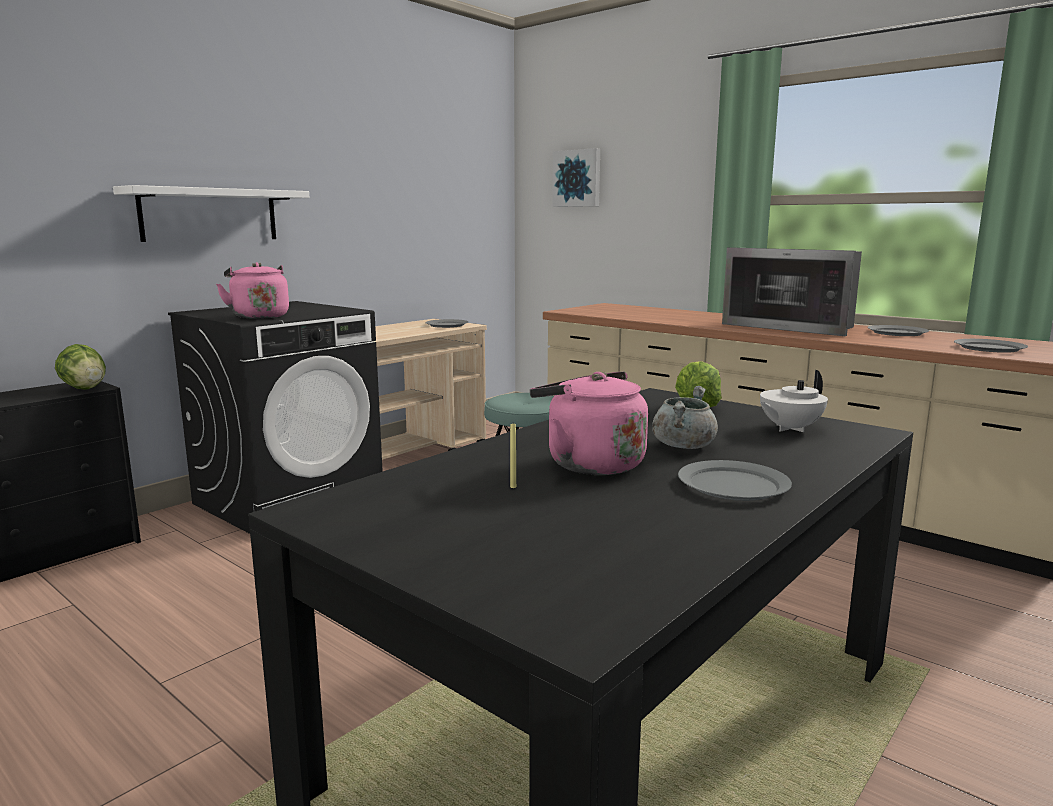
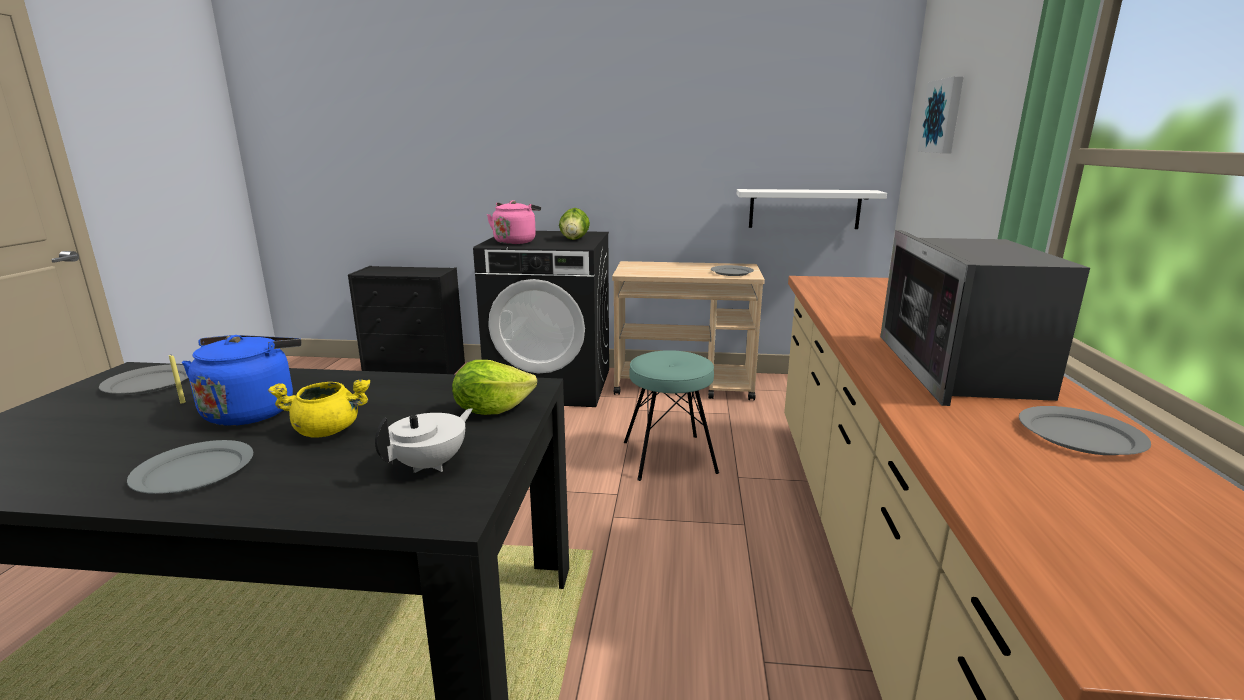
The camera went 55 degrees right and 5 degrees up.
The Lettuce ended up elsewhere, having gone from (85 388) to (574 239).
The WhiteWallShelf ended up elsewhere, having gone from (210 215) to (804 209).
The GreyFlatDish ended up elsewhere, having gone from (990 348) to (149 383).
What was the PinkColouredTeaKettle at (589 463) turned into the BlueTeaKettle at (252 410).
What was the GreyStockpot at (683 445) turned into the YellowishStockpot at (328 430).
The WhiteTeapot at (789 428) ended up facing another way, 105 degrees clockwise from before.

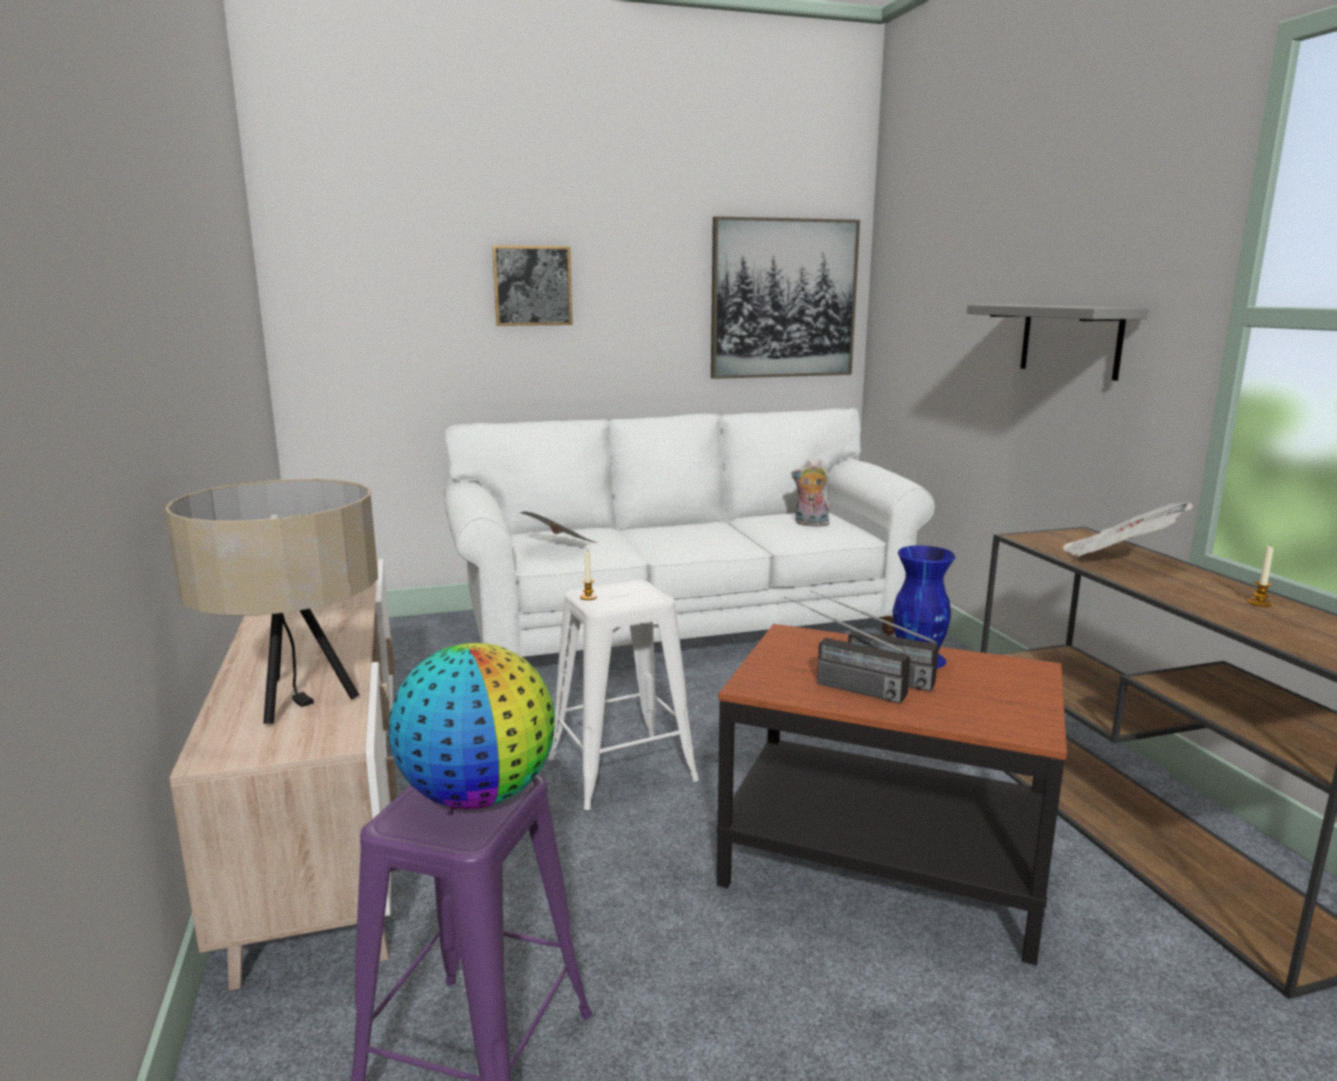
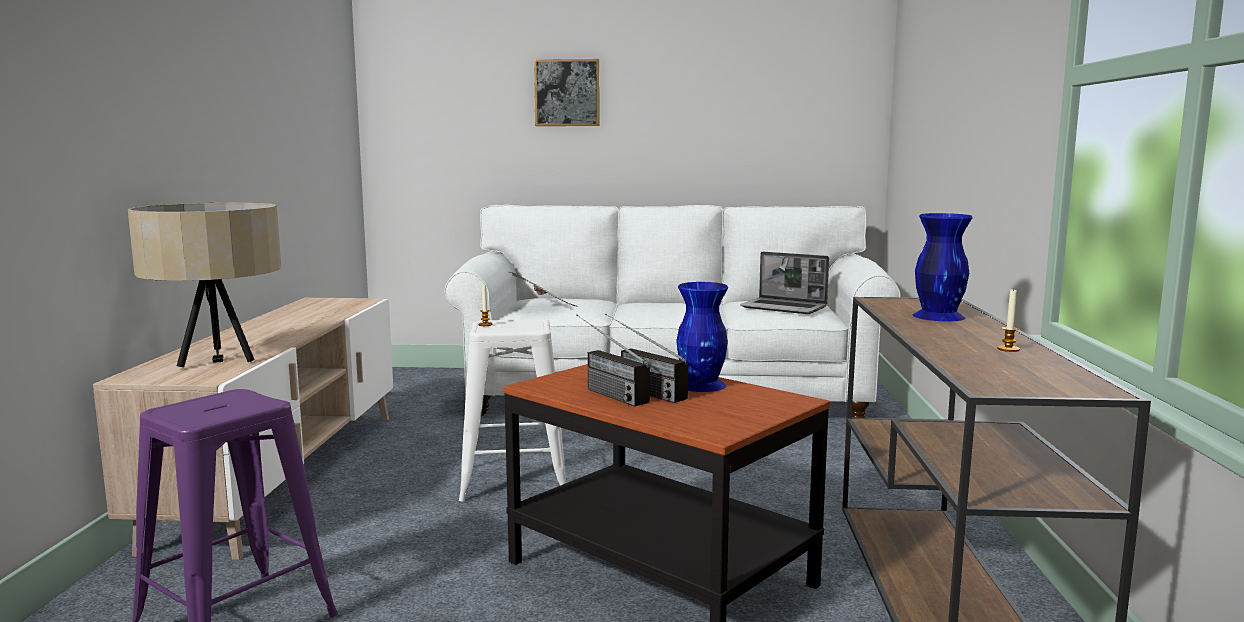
The camera went 20 degrees right and 5 degrees down.
The second view lost the DeskGlobe at (478 795).
The second view lost the Picture at (783 299).
The second view lost the GreyWallShelf at (1070 340).
Where the SoftToy stood at (810 524), the NotebookComputer came to stand at (785 308).
Where the DailyPaper stood at (1118 558), the BlueDecorativeVase came to stand at (937 316).

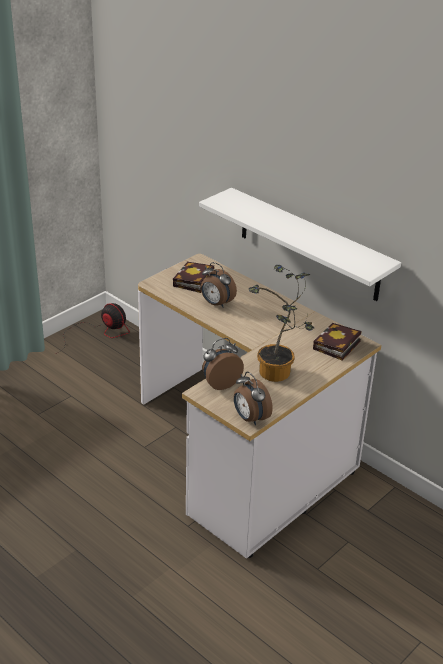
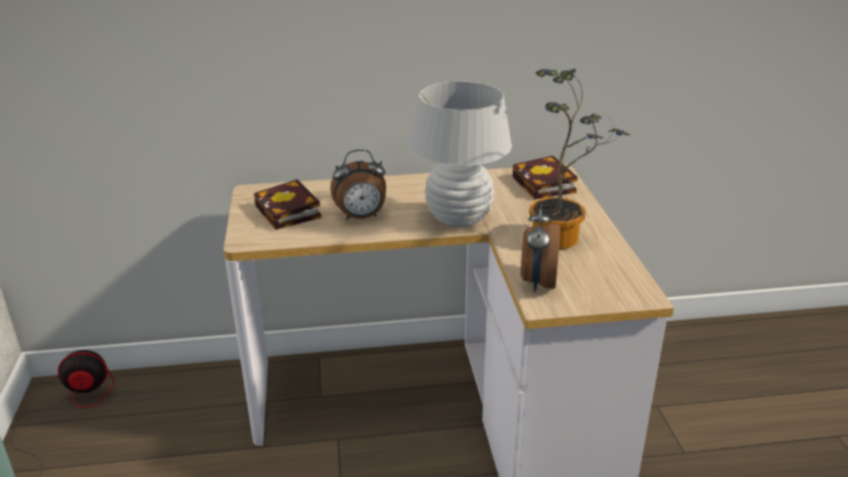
The camera went 50 degrees left and 5 degrees down.
The second view lost the WhiteWallShelf at (309 244).
The second view lost the AlarmClock at (250 418).
The second view gained the WhiteTableLamp at (459 219).

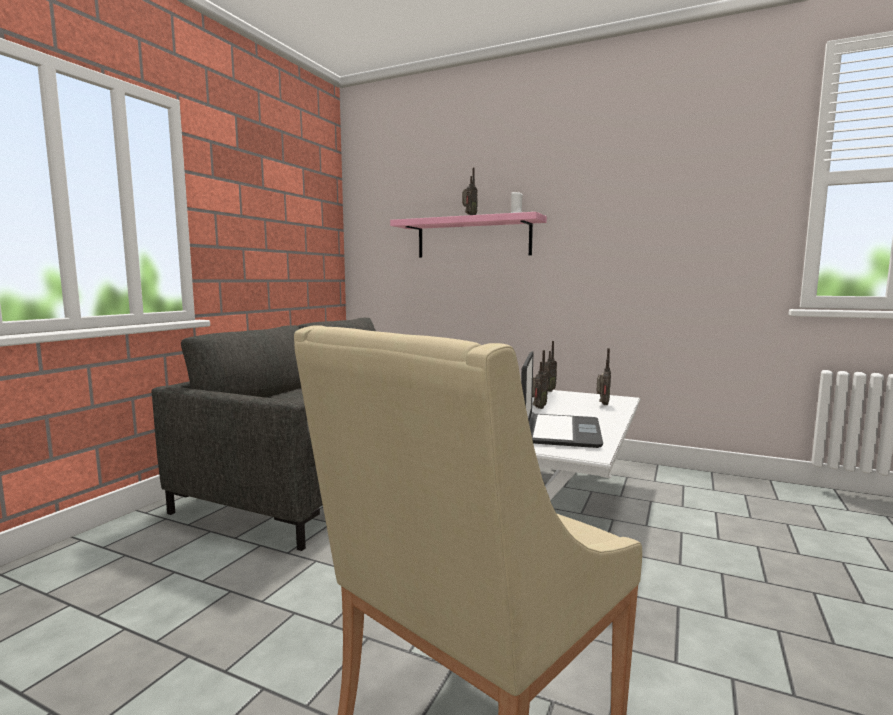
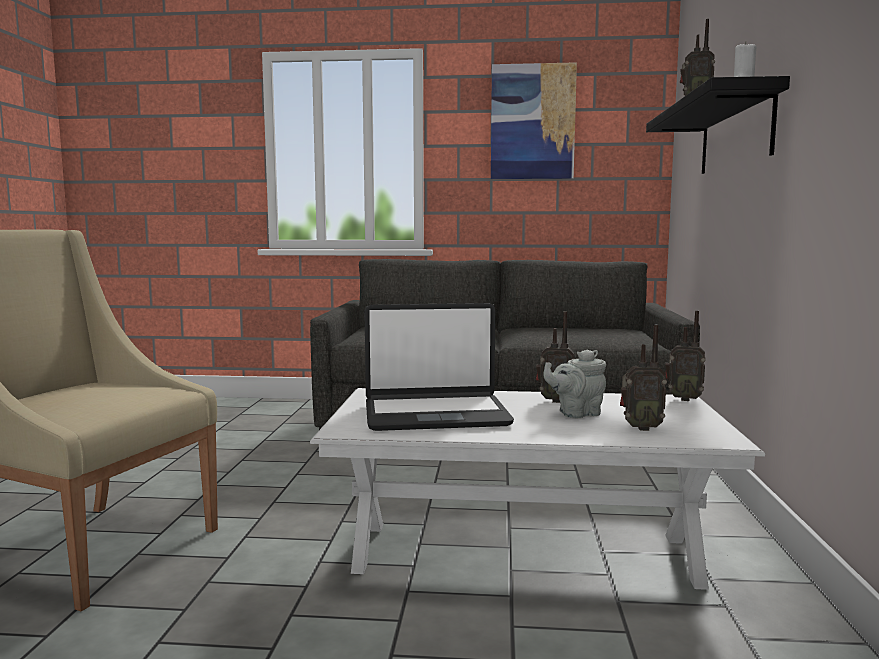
The camera went 70 degrees right and 0 degrees up.
The second view gained the Picture at (532 122).
The second view gained the GreyTeapot at (576 413).
What was the PinkColouredWallShelf at (473 238) turned into the BlackWallShelf at (735 134).

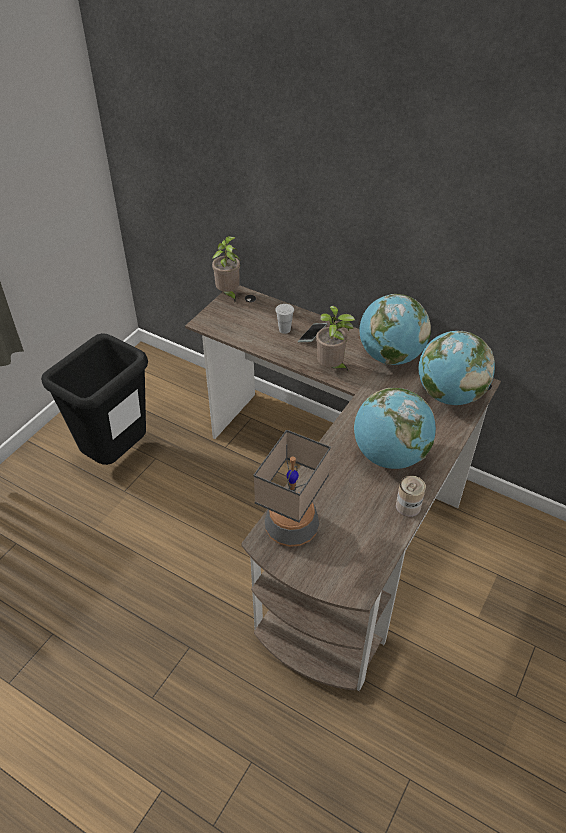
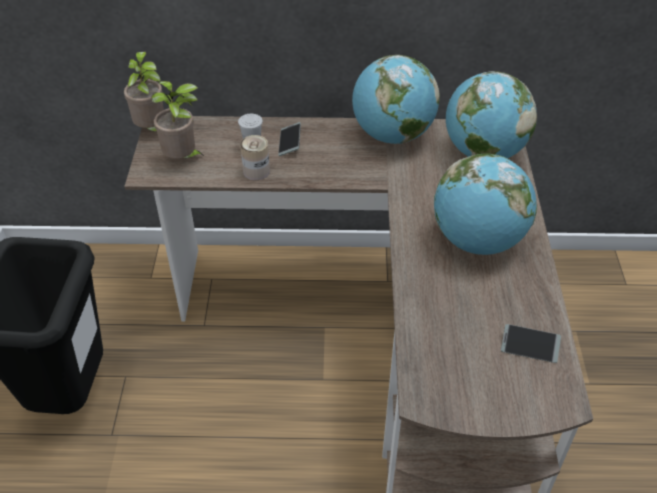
The camera went 30 degrees left and 0 degrees up.
The second view lost the TableLamp at (292 527).
The second view gained the Telephone at (529 347).
The PottedPlant ended up elsewhere, having gone from (331 368) to (183 159).
The Can ended up elsewhere, having gone from (408 506) to (256 171).

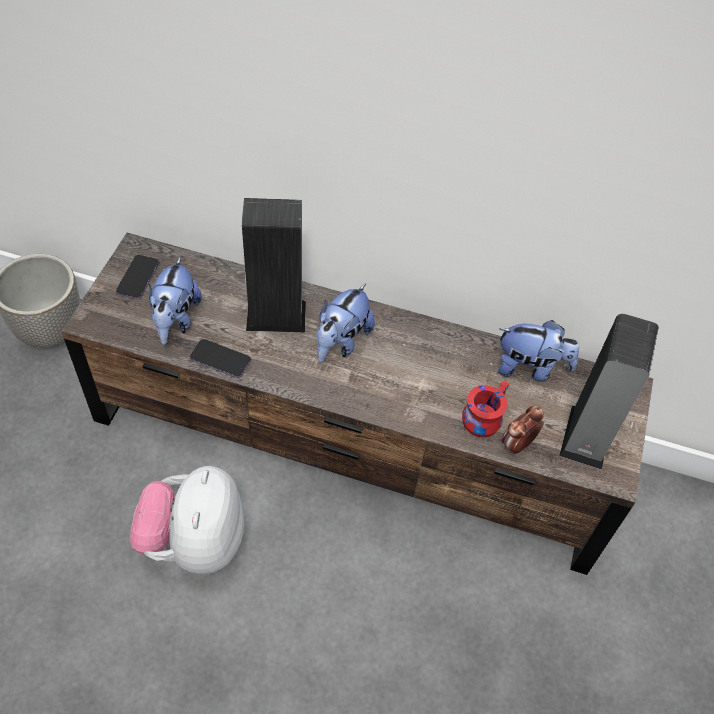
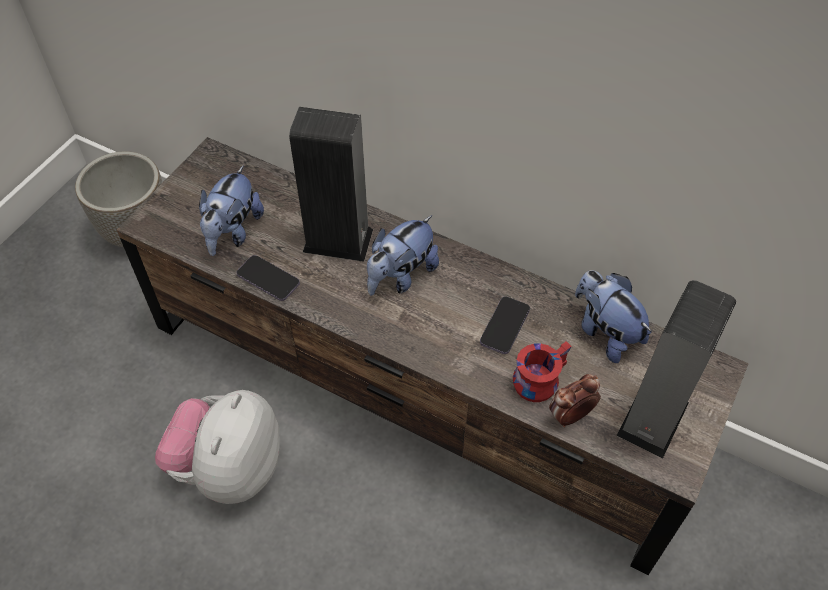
The camera went 15 degrees right and 0 degrees up.
The Telephone ended up elsewhere, having gone from (138 278) to (504 326).
The SoftToy at (530 368) ended up facing another way, 150 degrees counterclockwise from before.

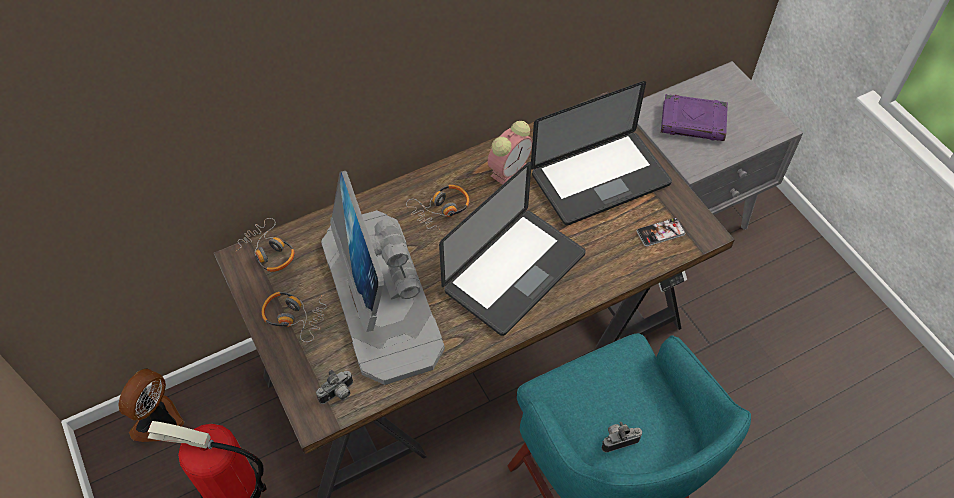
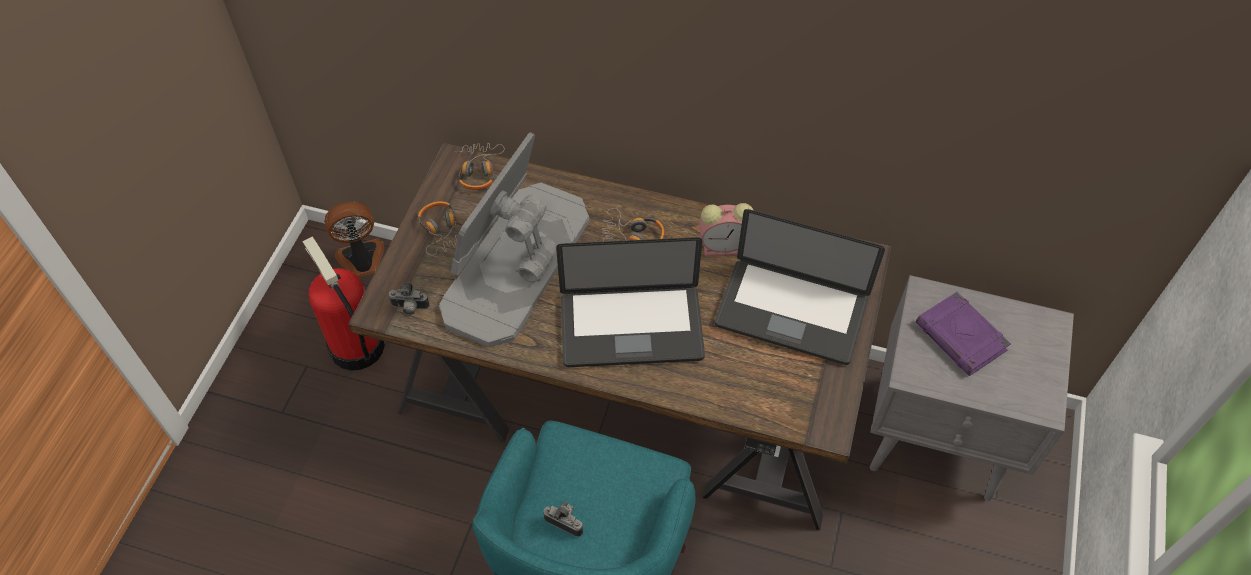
The camera went 45 degrees right and 0 degrees up.
The second view lost the Telephone at (660 232).

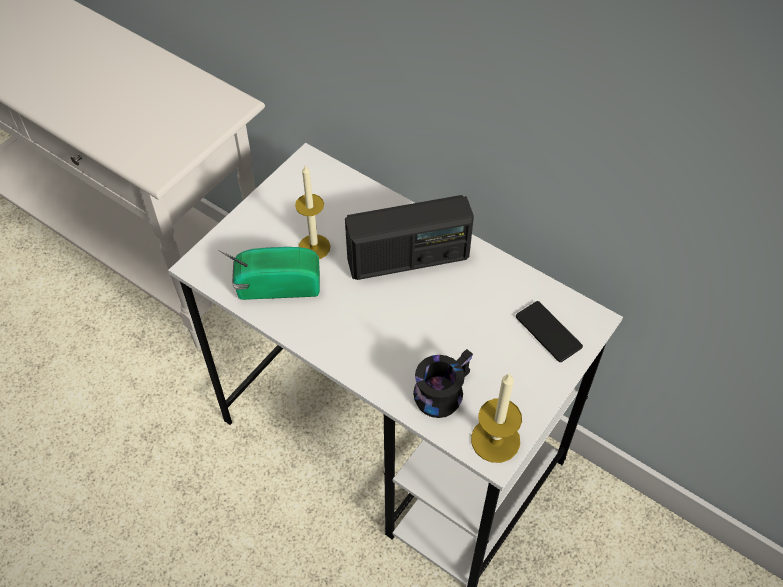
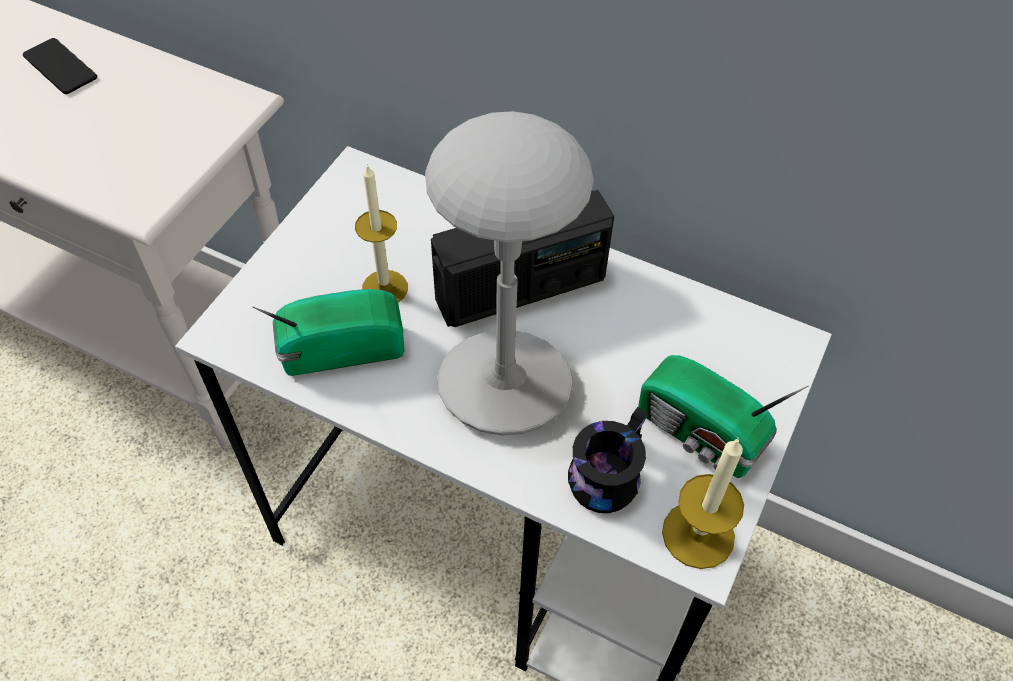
The camera went 10 degrees left and 0 degrees up.
The second view gained the GreyTableLamp at (504 387).
The second view gained the Radio at (701 435).
The Telephone ended up elsewhere, having gone from (548 332) to (60 67).

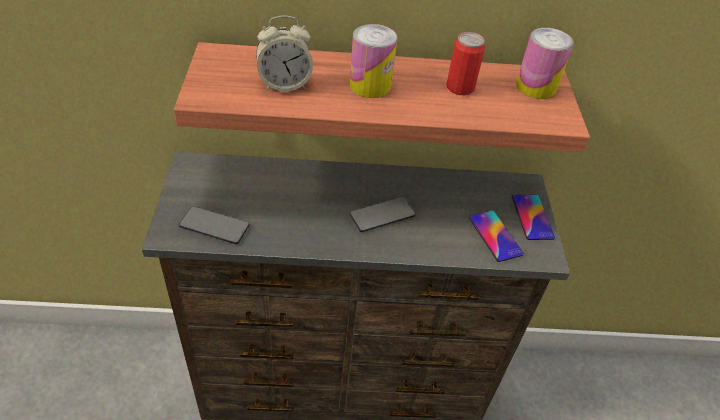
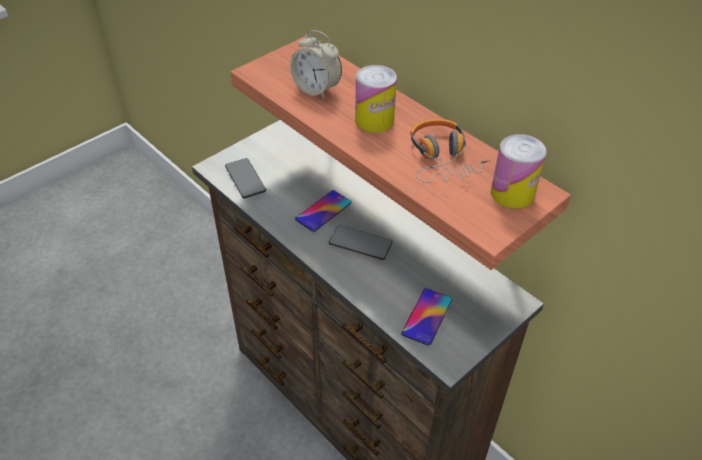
The camera went 50 degrees right and 0 degrees up.
The Telephone ended up elsewhere, having gone from (532 217) to (323 211).
Where the Can stood at (460 87), the Headphones came to stand at (442 158).

